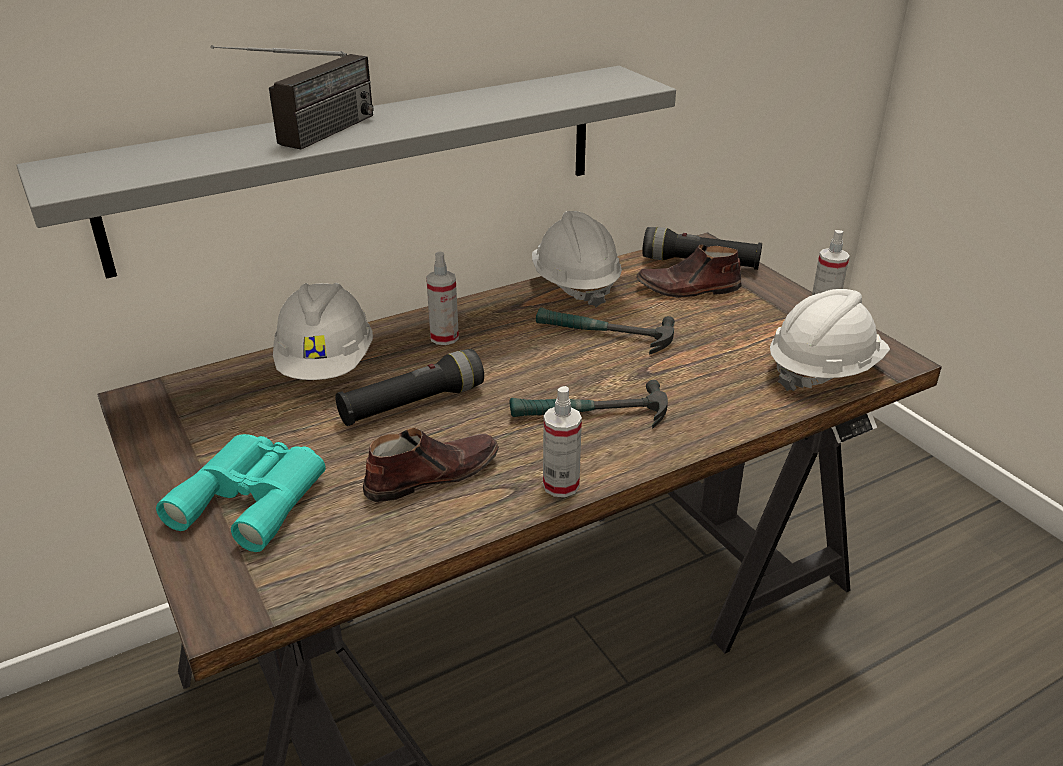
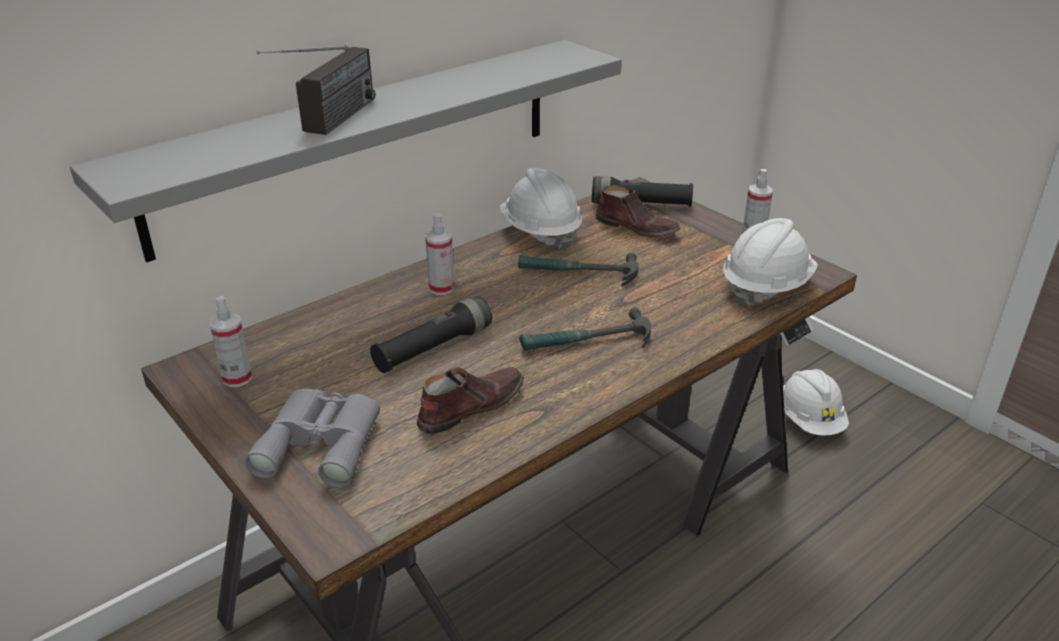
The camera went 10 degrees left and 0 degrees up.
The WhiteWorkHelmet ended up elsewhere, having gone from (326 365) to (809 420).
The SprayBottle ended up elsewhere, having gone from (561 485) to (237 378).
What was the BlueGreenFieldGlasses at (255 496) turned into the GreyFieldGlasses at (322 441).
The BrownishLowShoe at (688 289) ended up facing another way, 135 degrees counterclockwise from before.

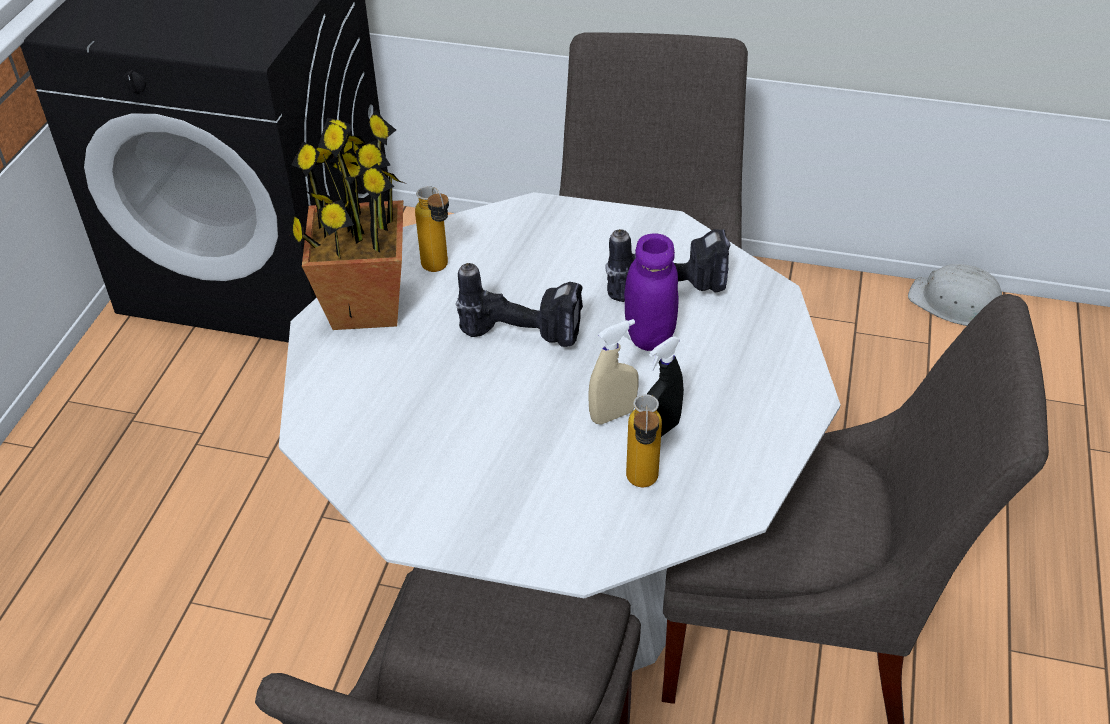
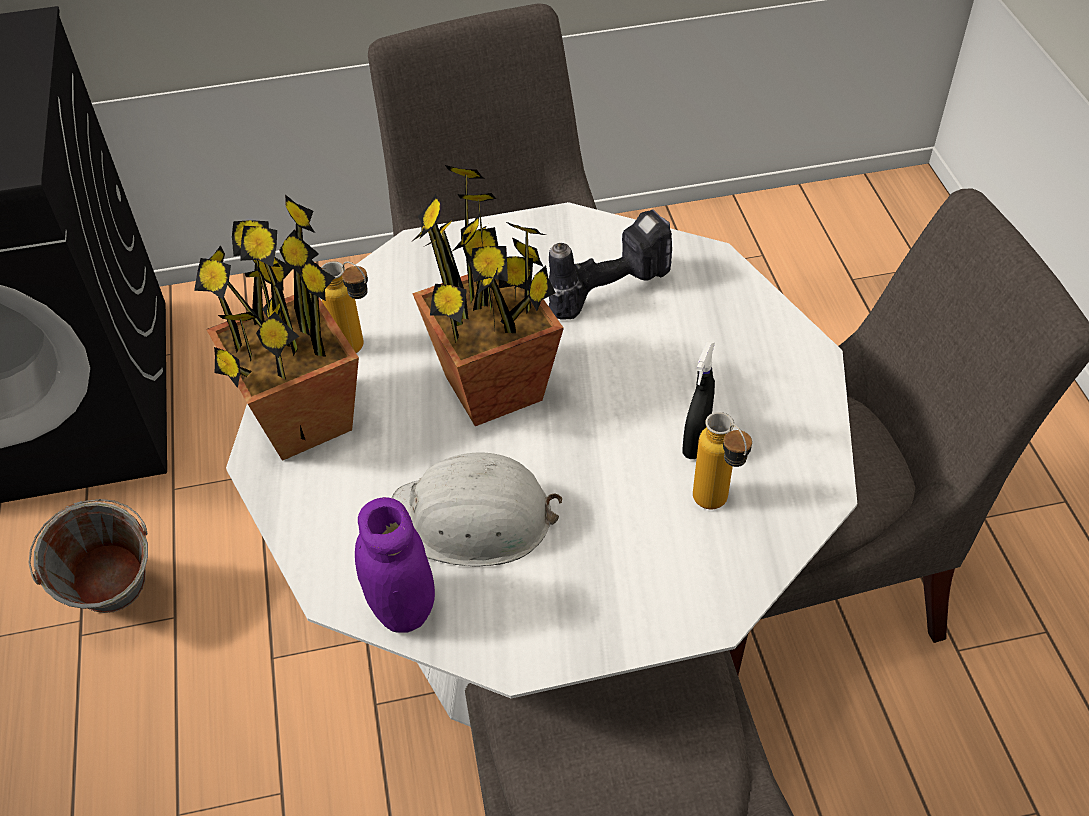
The camera went 25 degrees left and 5 degrees up.
The second view lost the SandColouredSprayBottle at (612 415).
The second view gained the GreyBucket at (120 605).
The PurpleColouredStorageJar ended up elsewhere, having gone from (649 336) to (402 608).
The WhiteWorkHelmet ended up elsewhere, having gone from (956 303) to (472 519).
Where the ElectricDrill stood at (525 333), the PottedPlant came to stand at (495 388).

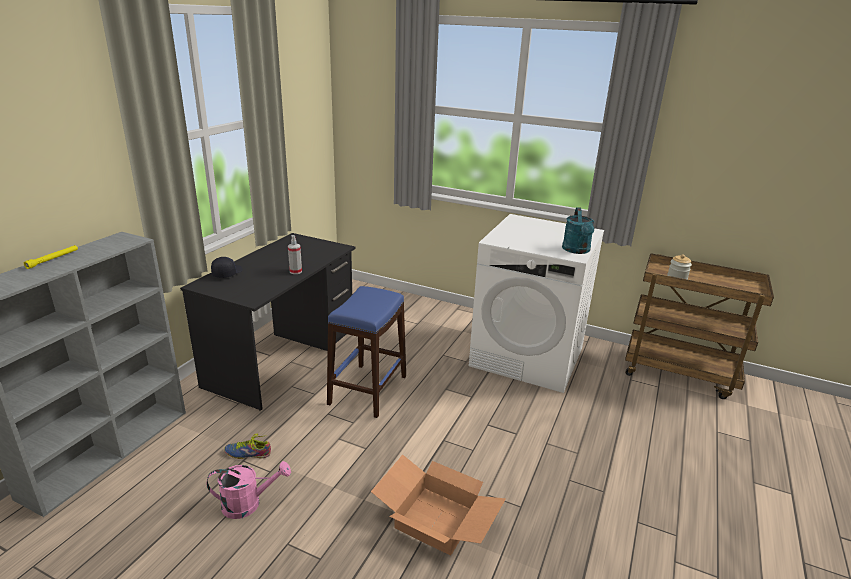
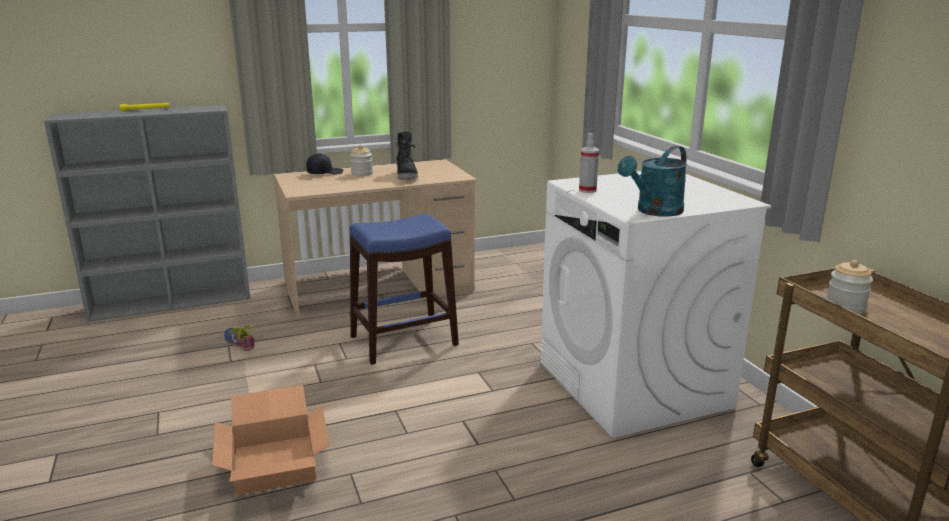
The camera went 45 degrees right and 5 degrees down.
The second view lost the PinkColouredSprinklingCan at (248 504).
The second view gained the StorageJar at (362 173).
The second view gained the BlackHighTopBoot at (407 176).
The SprayBottle ended up elsewhere, having gone from (295 271) to (587 190).
What was the BlackDeskUnit at (283 358) turned into the SandColouredDeskUnit at (379 289).

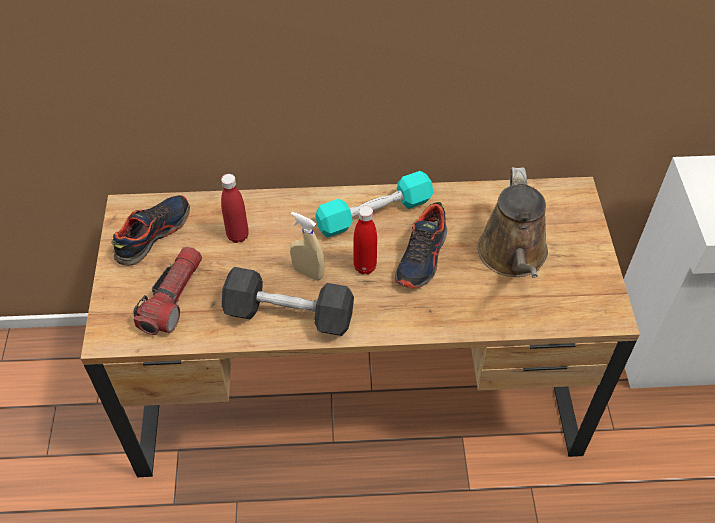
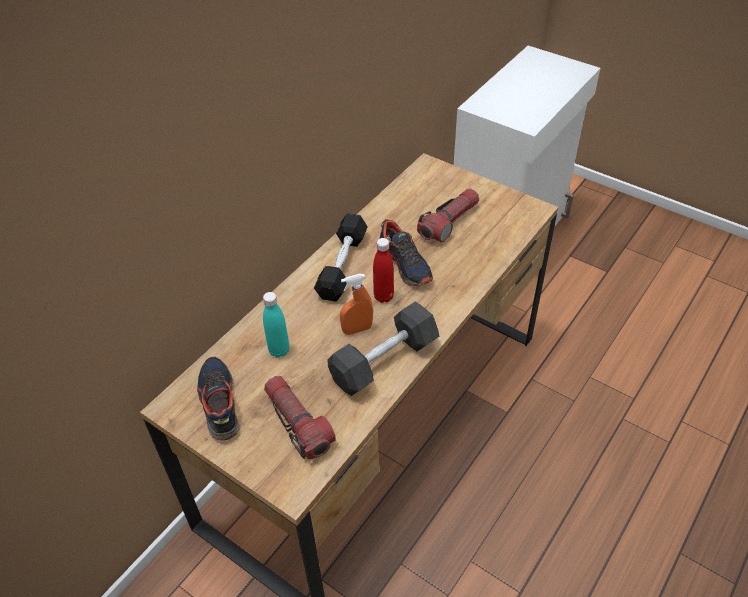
The camera went 50 degrees left and 5 degrees down.
Where the BrownishSprinklingCan stood at (513 256), the HandTorch came to stand at (449 222).
What was the ReddishBottle at (238 236) turned into the BlueGreenBottle at (279 350).
What was the SandColouredSprayBottle at (308 273) turned into the OrangeSprayBottle at (357 329).
What was the BlueGreenFreeWeight at (374 214) turned into the BlackFreeWeight at (342 265).

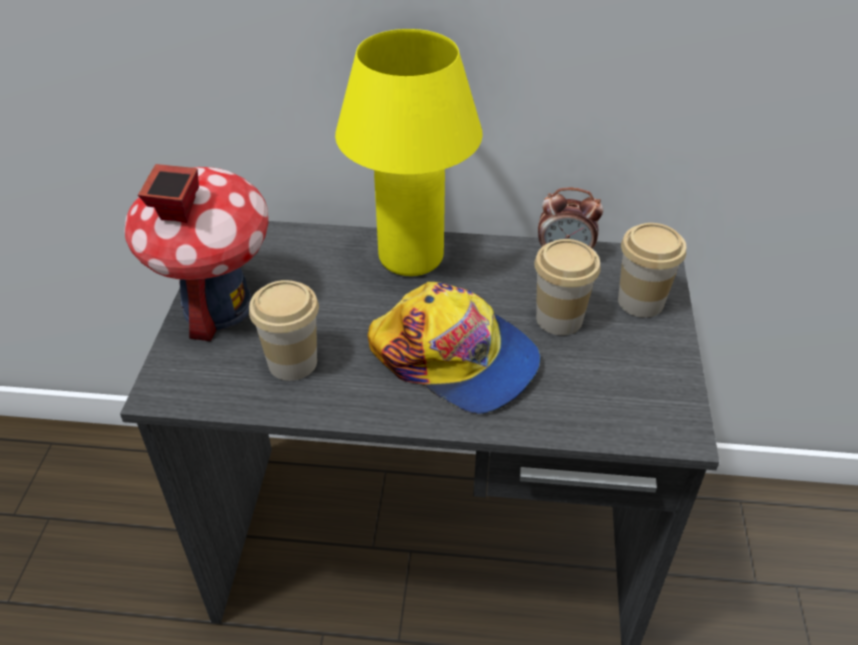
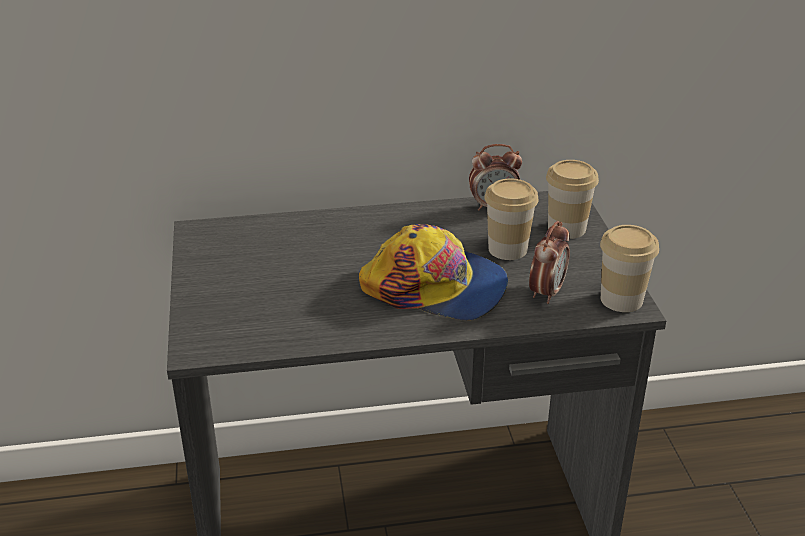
The camera went 15 degrees left and 10 degrees down.
The second view lost the ModelHouse at (217 307).
The second view lost the YellowishTableLamp at (411 257).
The second view gained the AlarmClock at (546 292).
The Cup ended up elsewhere, having gone from (292 362) to (621 299).

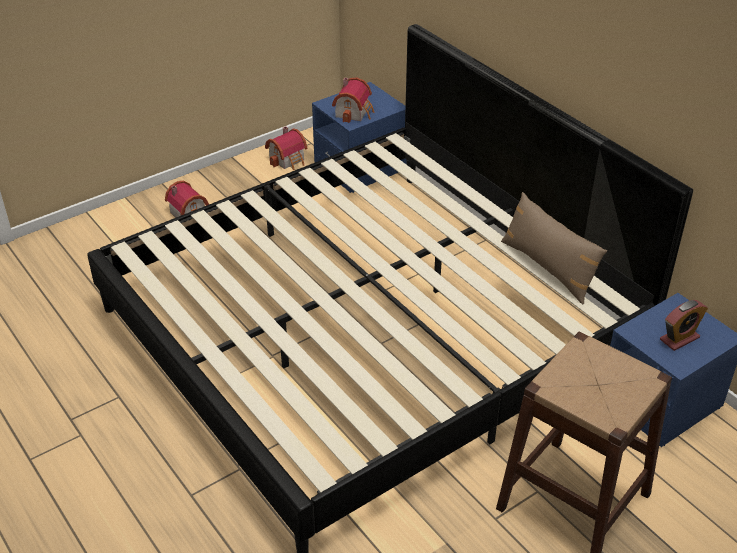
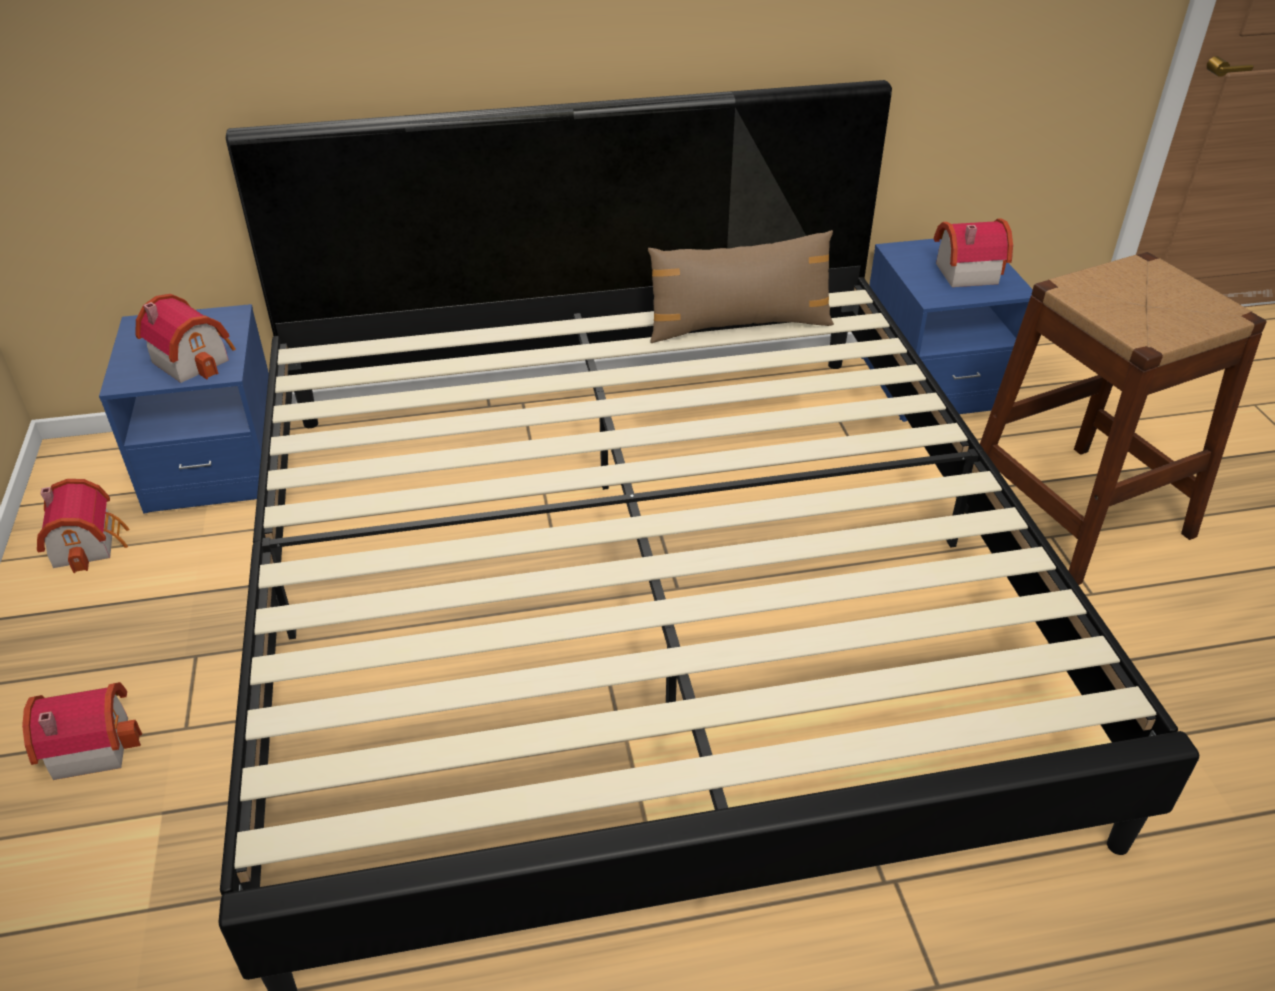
The camera went 65 degrees left and 0 degrees up.
Where the AlarmClock stood at (679 338), the ModelHouse came to stand at (963 271).

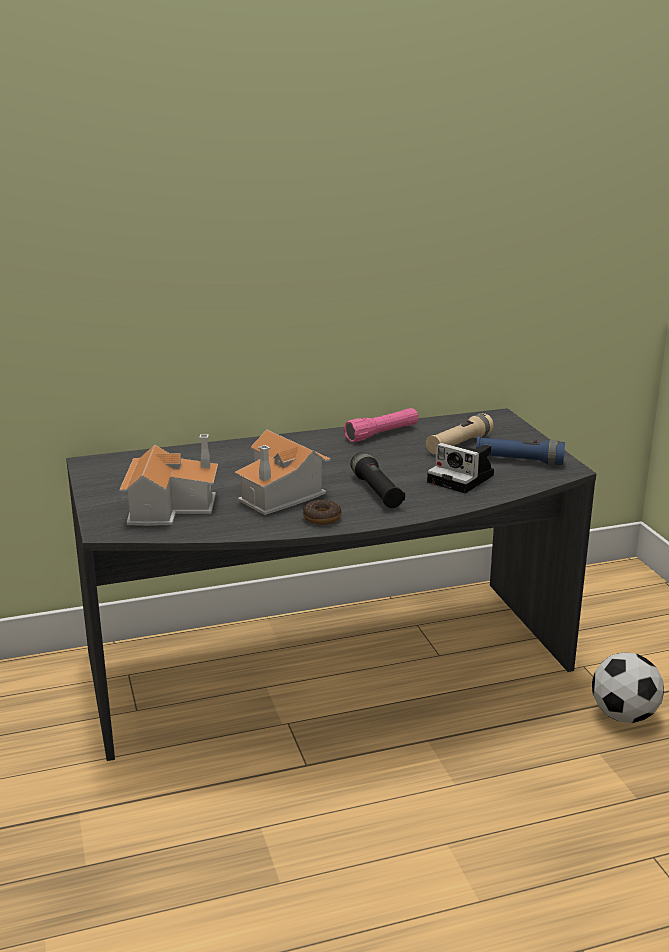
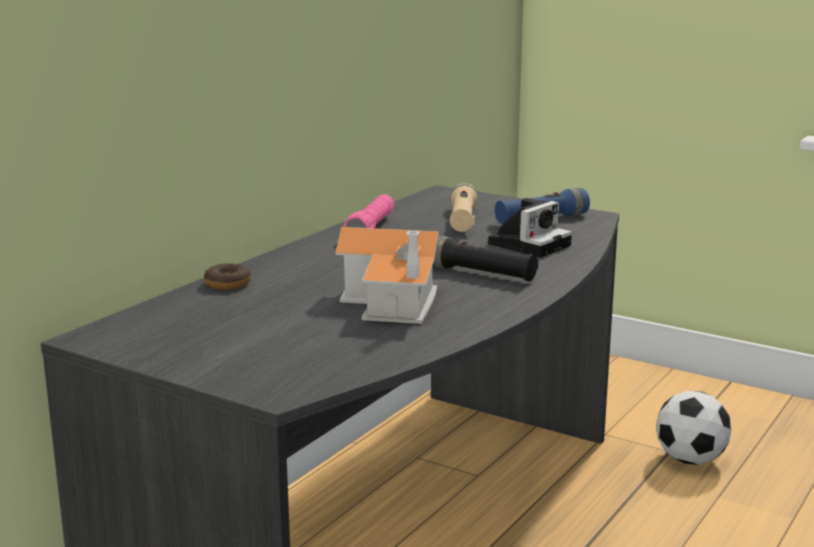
The camera went 40 degrees left and 5 degrees down.
The second view lost the ModelHouse at (170 506).
The Donut ended up elsewhere, having gone from (322 518) to (228 284).
The PhotoCamera at (463 479) ended up facing another way, 45 degrees counterclockwise from before.

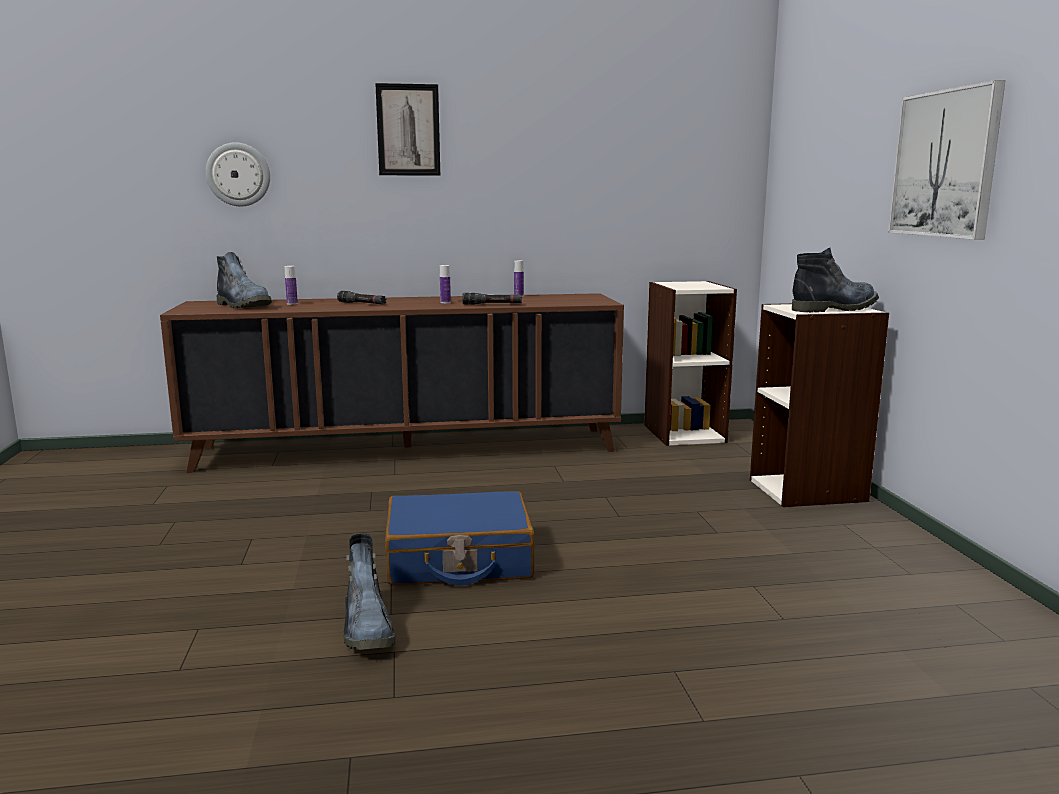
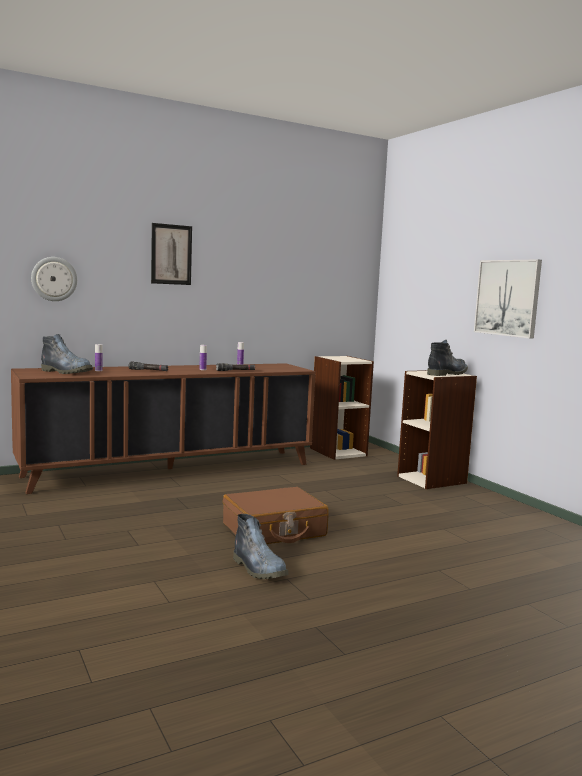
The camera went 20 degrees left and 5 degrees down.
What was the BlueTravelCase at (459 560) turned into the BrownishTravelCase at (274 530).

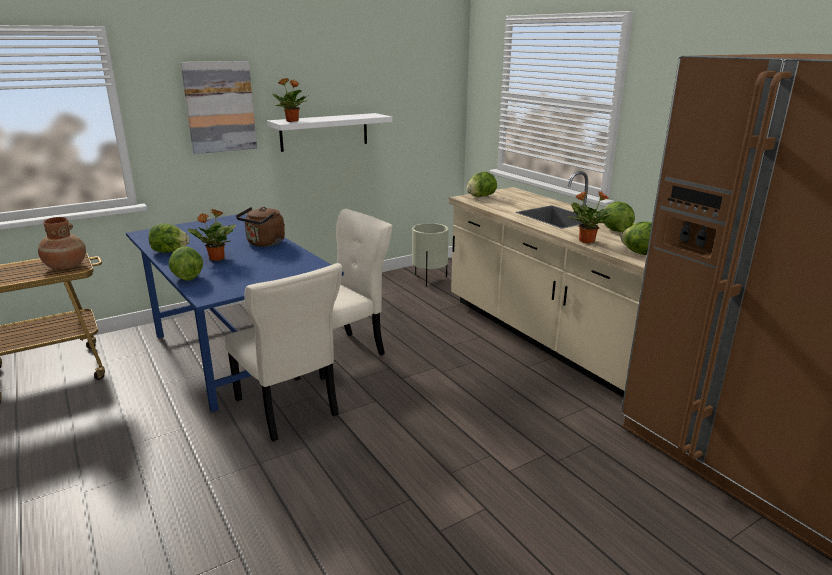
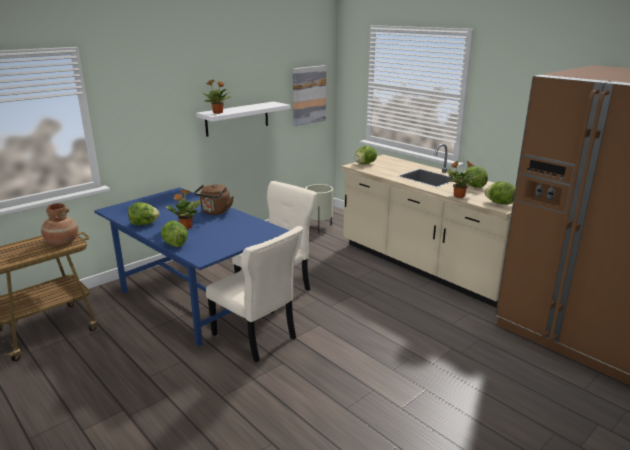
The camera went 10 degrees left and 0 degrees up.
The Picture ended up elsewhere, having gone from (220 107) to (308 95).

